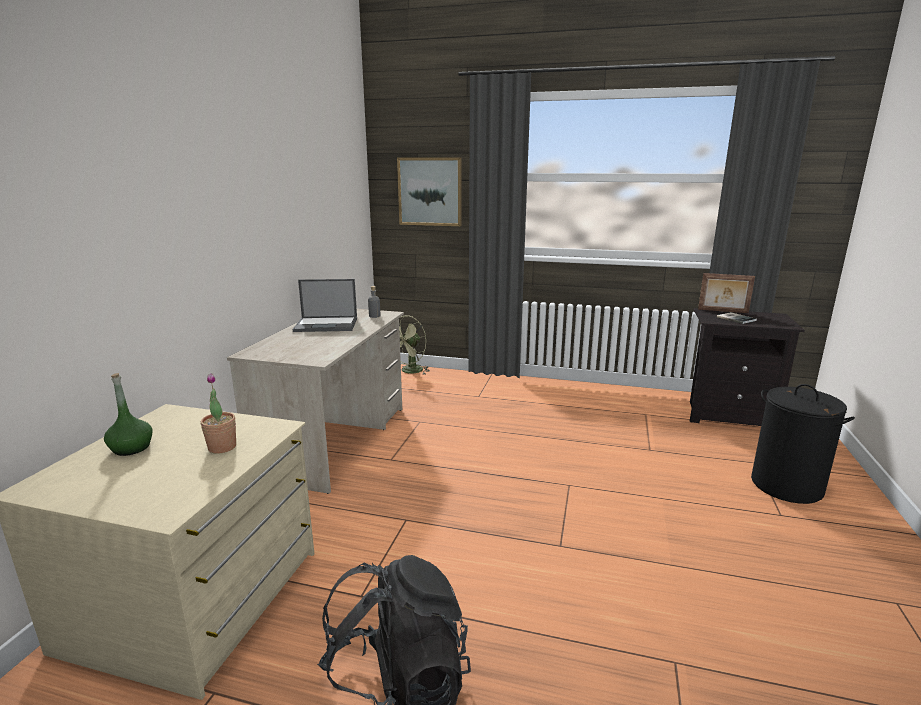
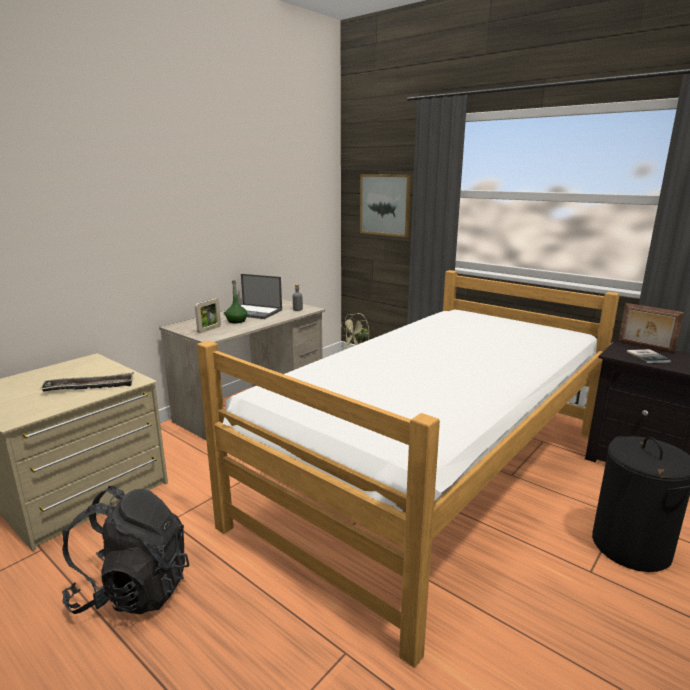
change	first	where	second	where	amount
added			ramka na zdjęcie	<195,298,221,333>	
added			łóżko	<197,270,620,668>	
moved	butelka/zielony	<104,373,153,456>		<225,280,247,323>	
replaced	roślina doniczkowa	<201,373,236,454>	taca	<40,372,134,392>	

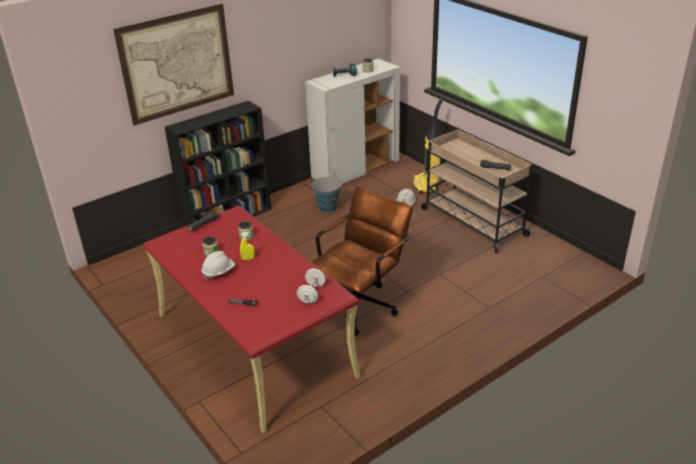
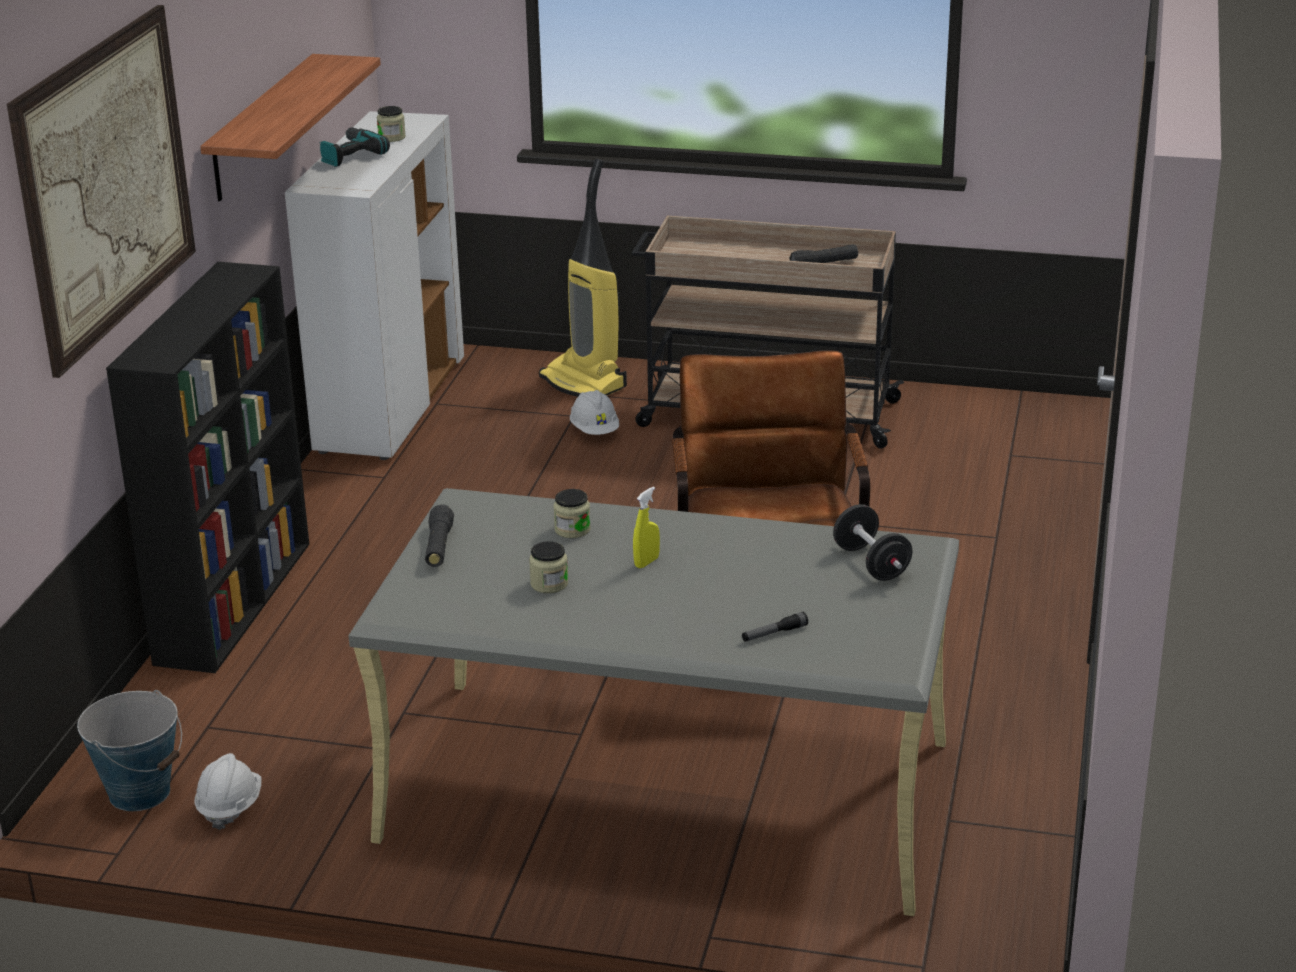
change	first	where	second	where	amount
added			półka	<200,54,381,201>	
moved	kask/biały	<202,251,235,279>		<194,753,261,830>	
moved	wiadro	<312,177,343,213>		<77,690,182,811>	
recoloured	biurko/czerwony	<143,206,360,433>	biurko/szary	<348,488,959,916>	
recoloured	hantel/biały	<297,269,326,303>	hantel/czarny	<833,504,912,581>	

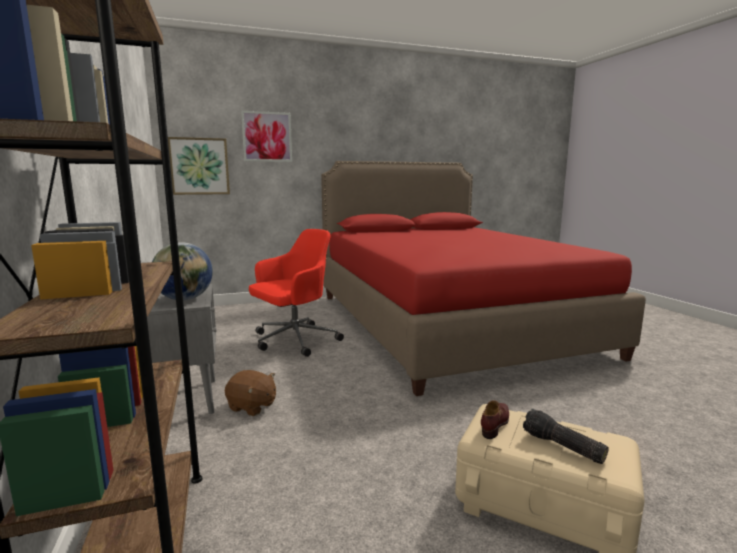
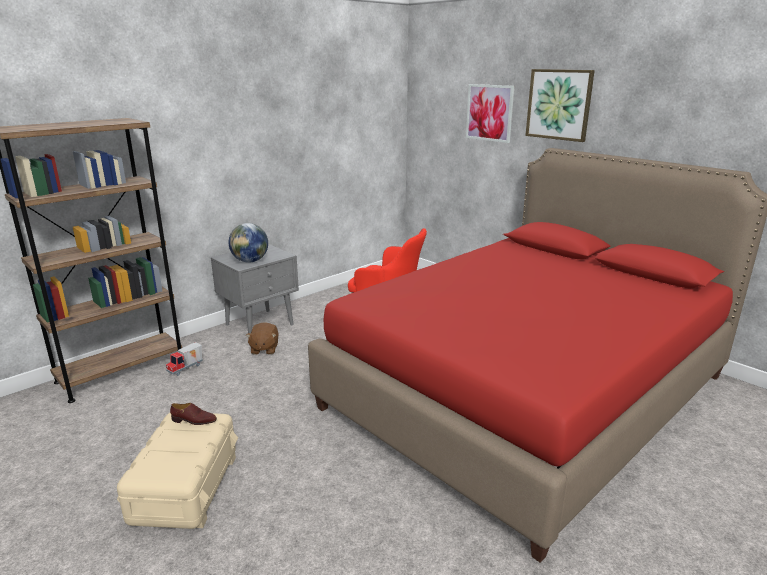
change	first	where	second	where	amount
removed	latarka	<523,408,609,464>			
added			ciężarówka zabawkowa	<166,342,203,376>	
moved	obraz	<168,137,230,195>		<525,69,595,142>	

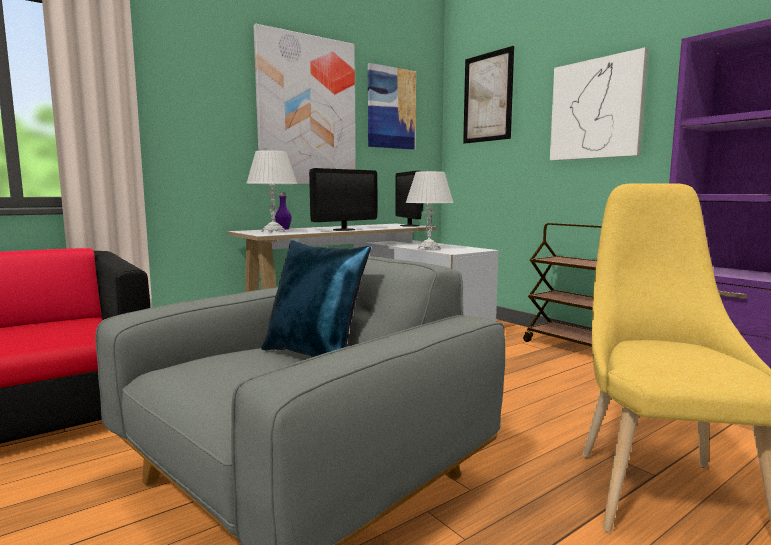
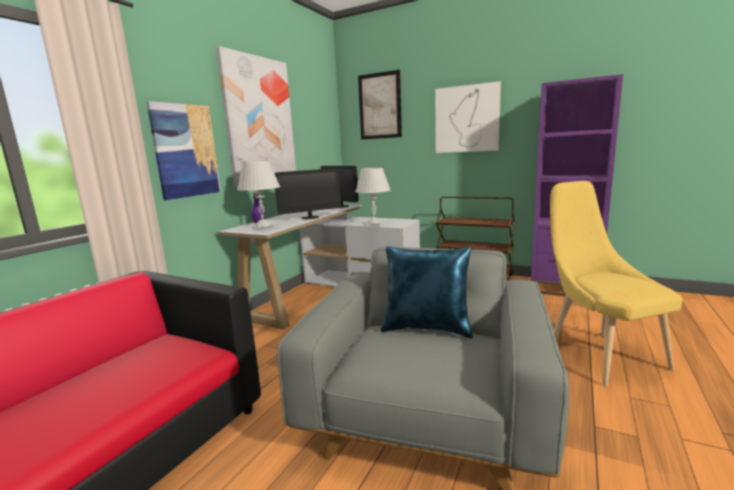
change	first	where	second	where	amount
moved	obraz	<368,63,416,150>		<146,101,221,200>	
turned	monitor	<309,168,377,231>		<274,168,341,219>	45 degrees clockwise

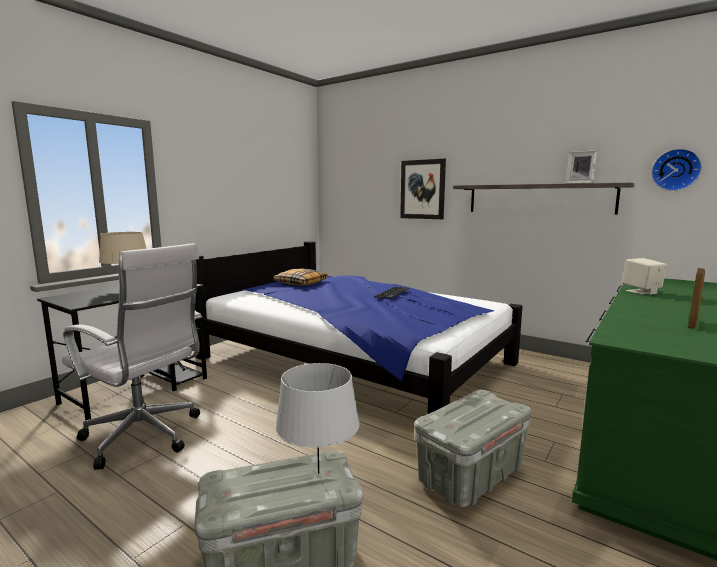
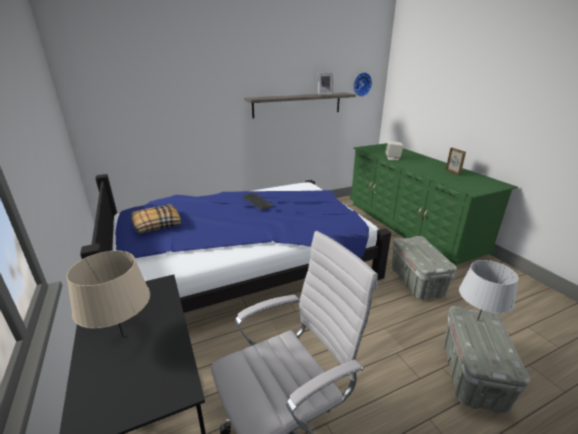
change	first	where	second	where	amount
removed	obraz	<400,159,446,219>			

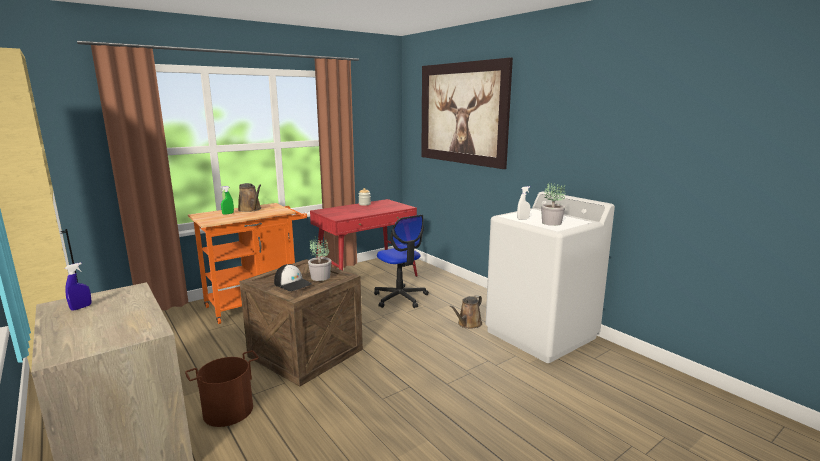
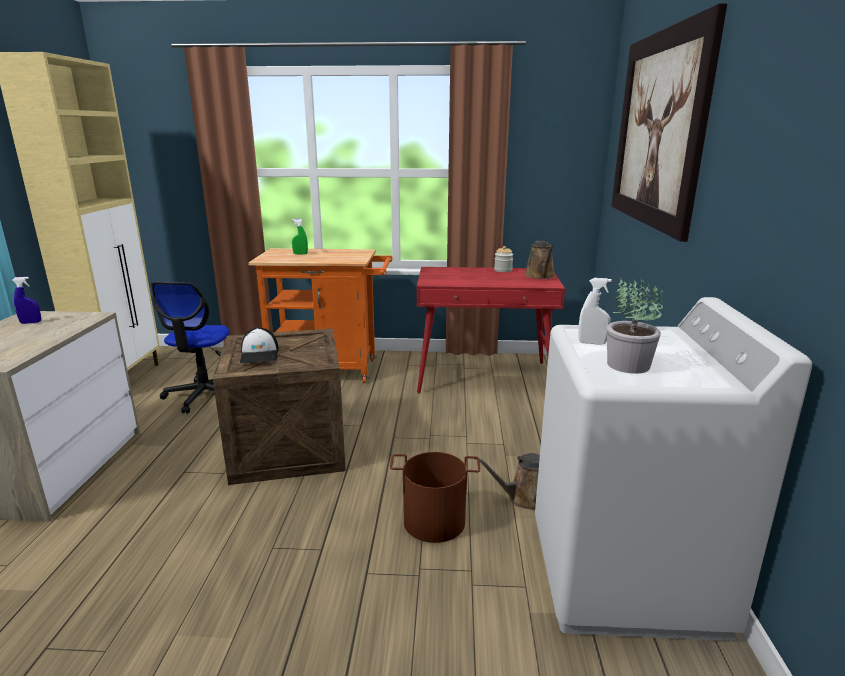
change	first	where	second	where	amount
removed	roślina doniczkowa	<308,236,331,281>			
moved	wiadro/brązowy	<185,350,259,427>		<390,452,480,543>	
moved	konewka/brązowy	<238,183,261,212>		<525,241,555,279>	
moved	krzesło biurowe	<374,215,429,308>		<151,282,230,414>	

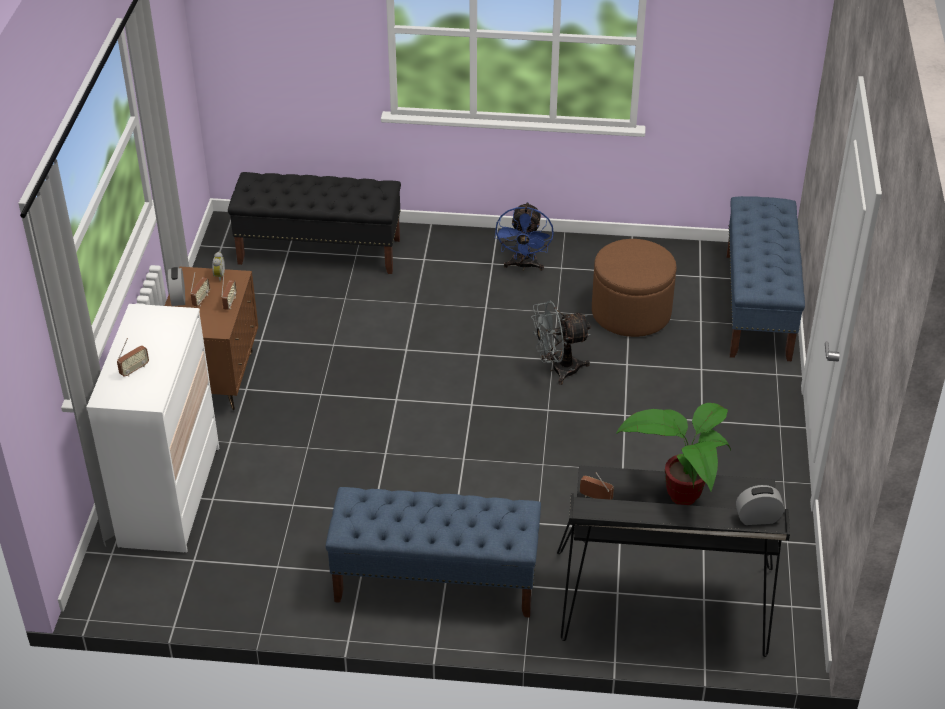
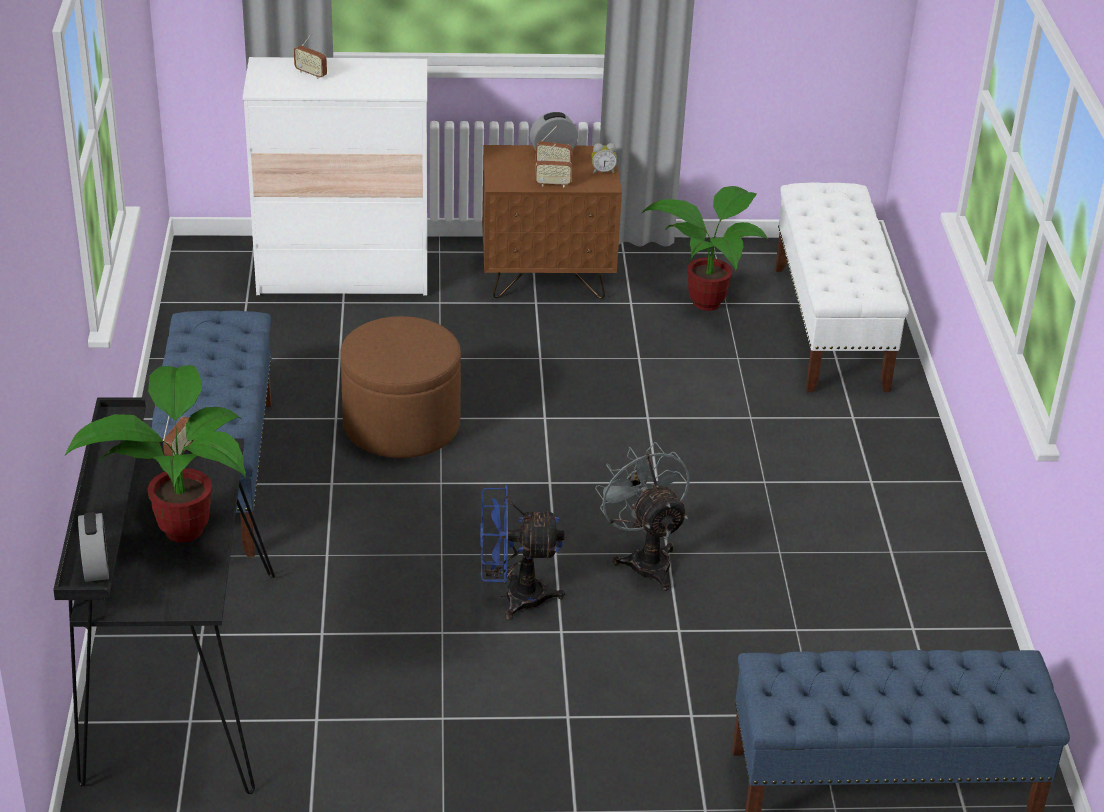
change	first	where	second	where	amount
added			roślina doniczkowa	<642,186,769,311>	
moved	wentylator/niebieski	<495,202,554,271>		<480,485,565,620>	
moved	pufa/brązowy	<592,239,677,337>		<341,316,461,458>	
recoloured	ławka/czarny	<228,172,401,274>	ławka/biały	<775,182,909,392>	

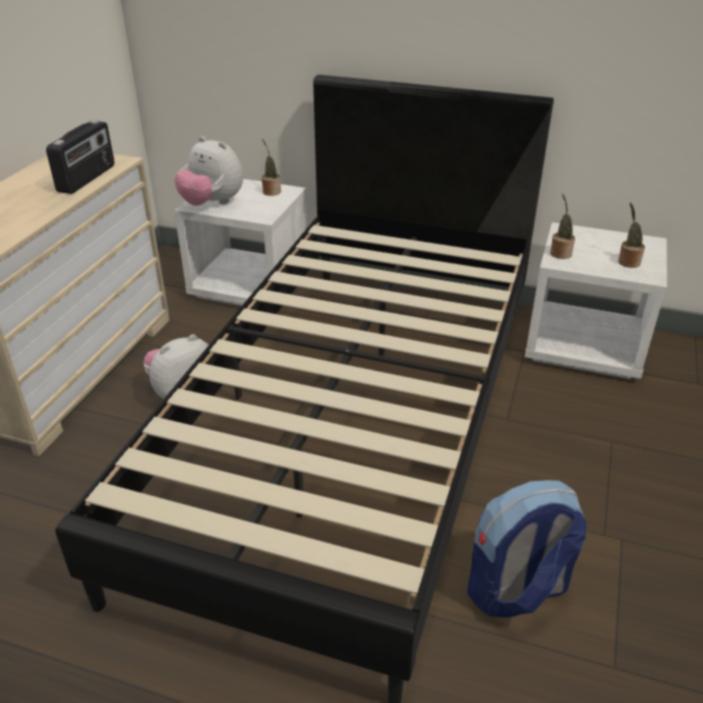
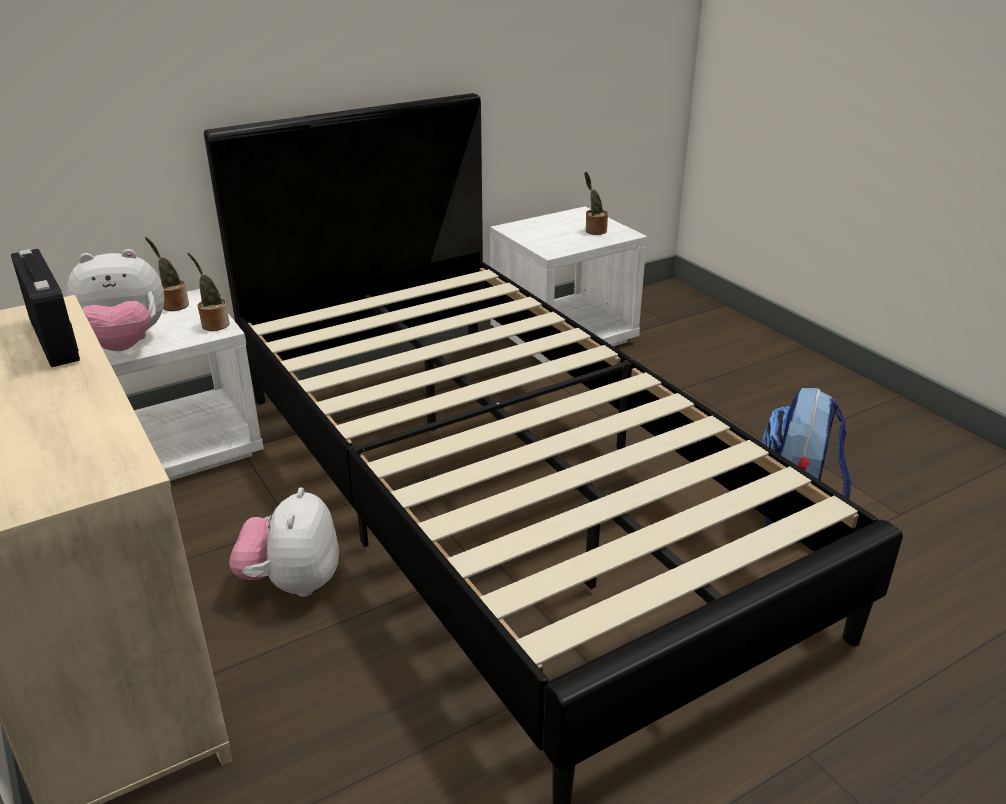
change	first	where	second	where	amount
moved	roślina doniczkowa	<550,193,575,259>		<187,253,230,331>	

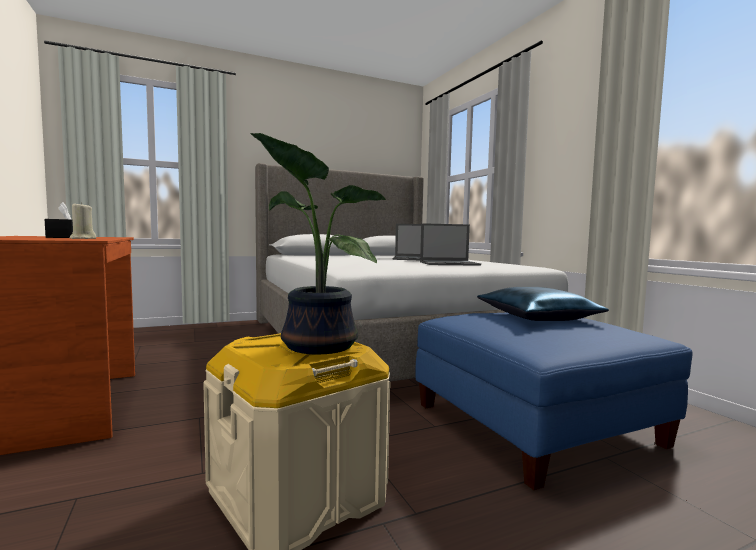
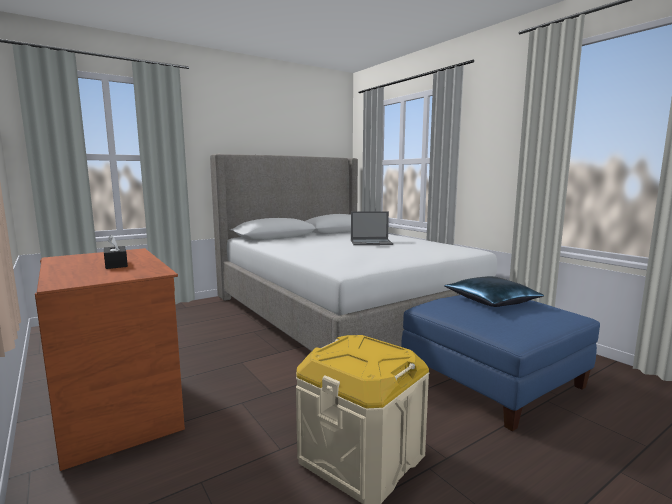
change	first	where	second	where	amount
removed	świeca/beżowy	<69,202,96,239>			
removed	roślina doniczkowa	<250,133,386,355>			
removed	laptop	<420,223,481,266>			

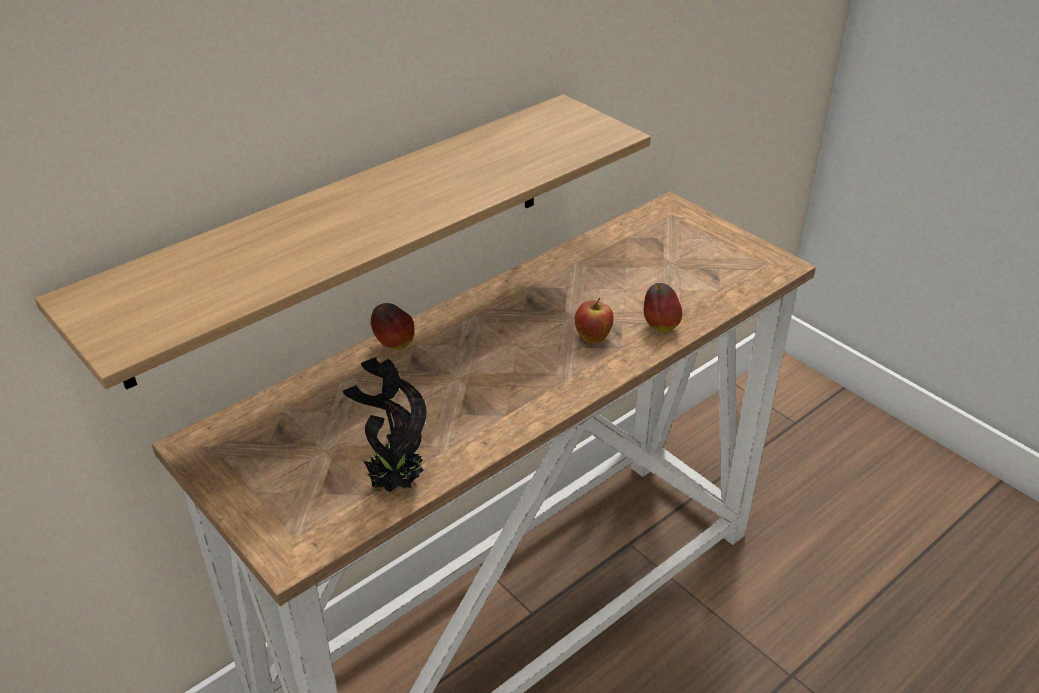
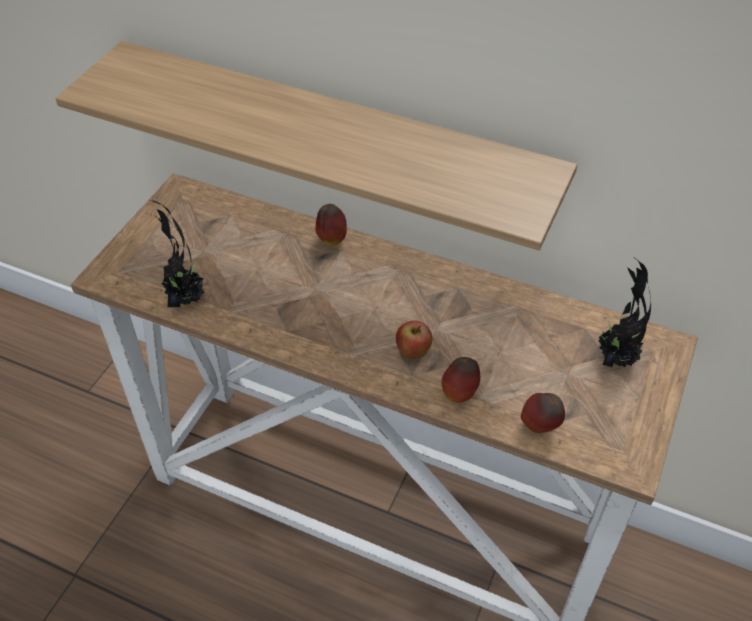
change	first	where	second	where	amount
added			jabłko	<521,393,565,433>	
added			roślina doniczkowa	<595,257,651,367>	

